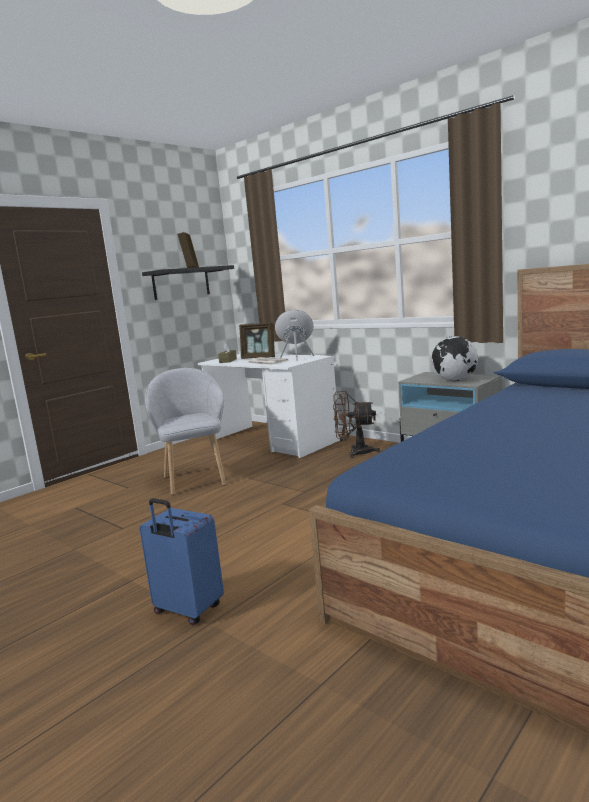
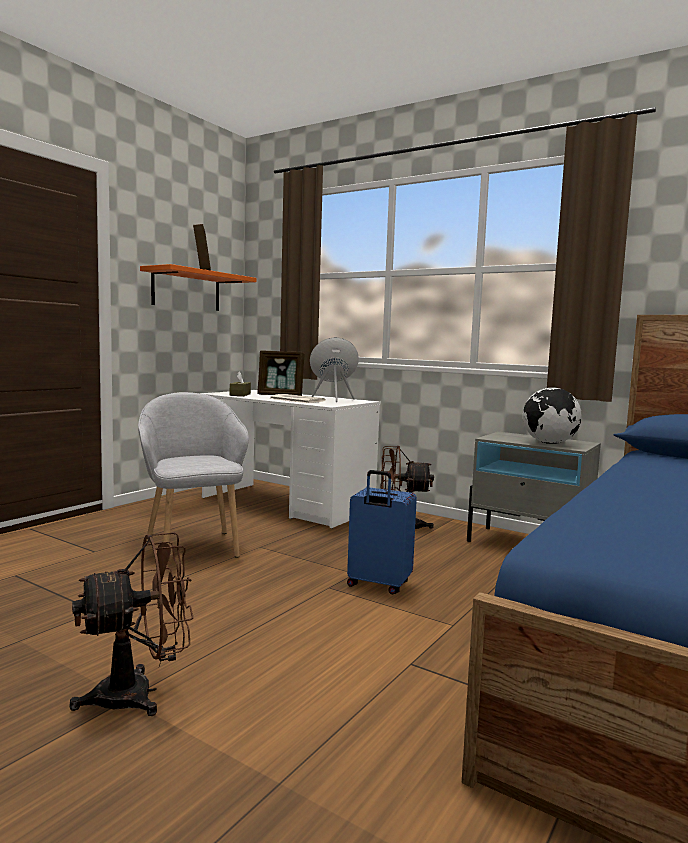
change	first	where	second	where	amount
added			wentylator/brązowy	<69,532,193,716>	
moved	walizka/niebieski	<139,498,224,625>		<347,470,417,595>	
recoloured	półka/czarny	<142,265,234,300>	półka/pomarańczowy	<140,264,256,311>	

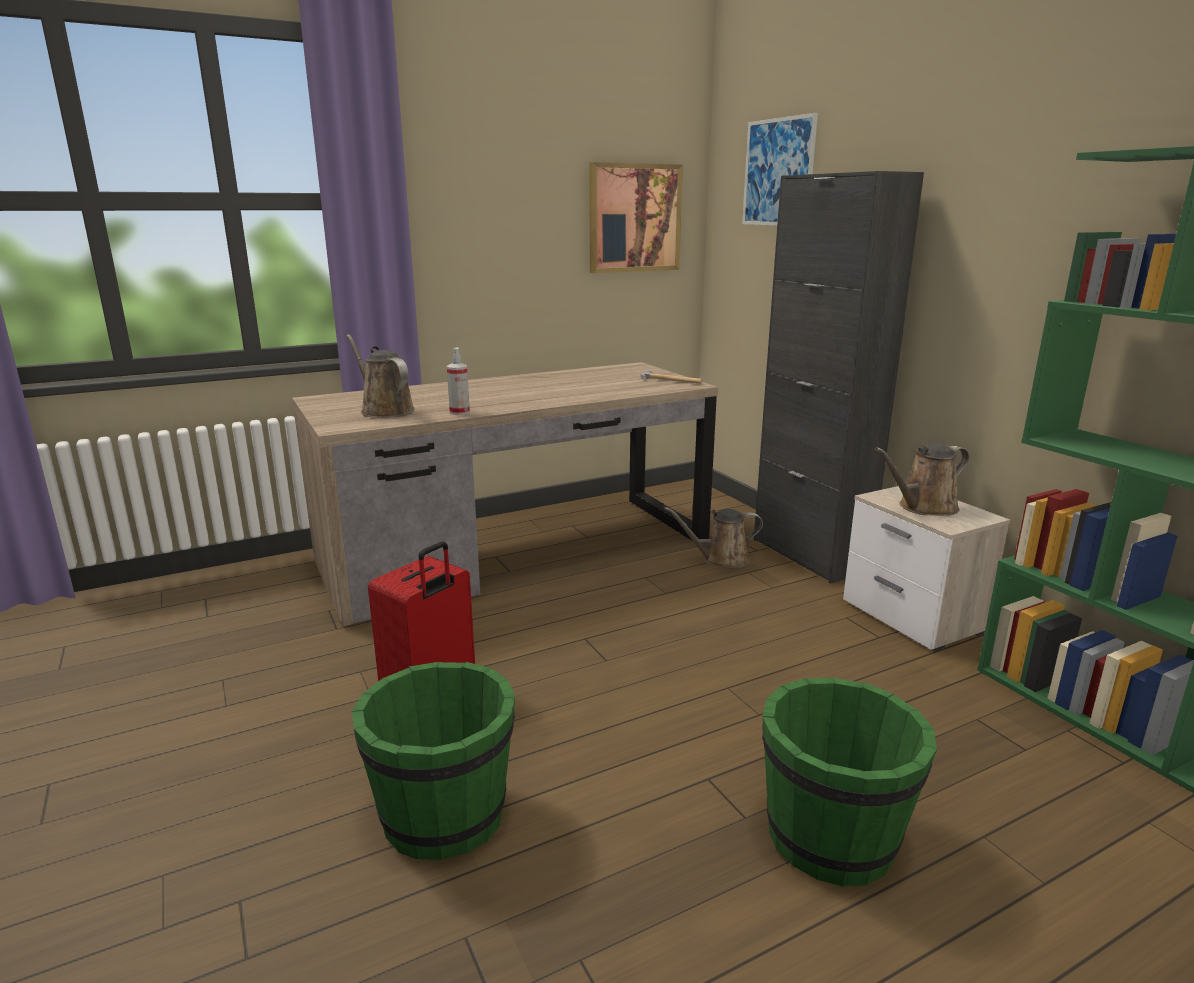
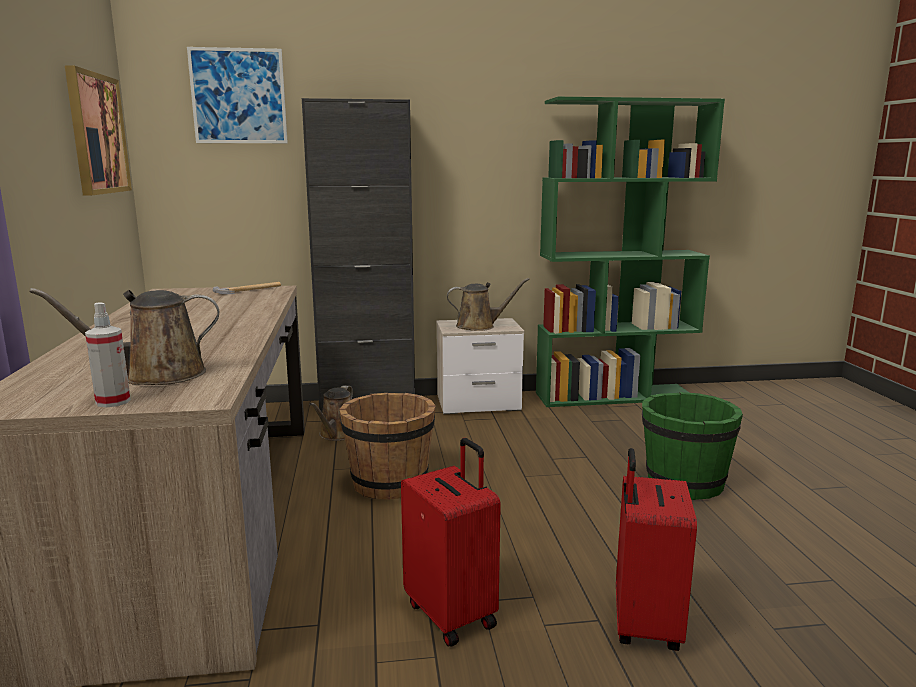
change	first	where	second	where	amount
added			wiadro/brązowy	<339,393,436,500>	
moved	spryskiwacz	<447,347,470,415>		<85,303,131,407>	
replaced	wiadro/zielony	<352,662,515,860>	walizka/czerwony	<616,448,697,651>	
turned	konewka/brązowy	<875,444,969,516>		<447,278,530,331>	90 degrees counterclockwise

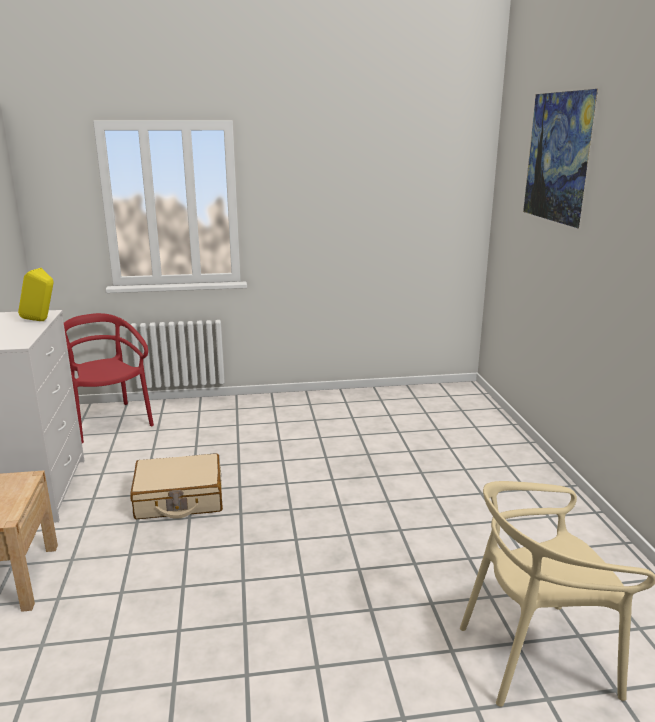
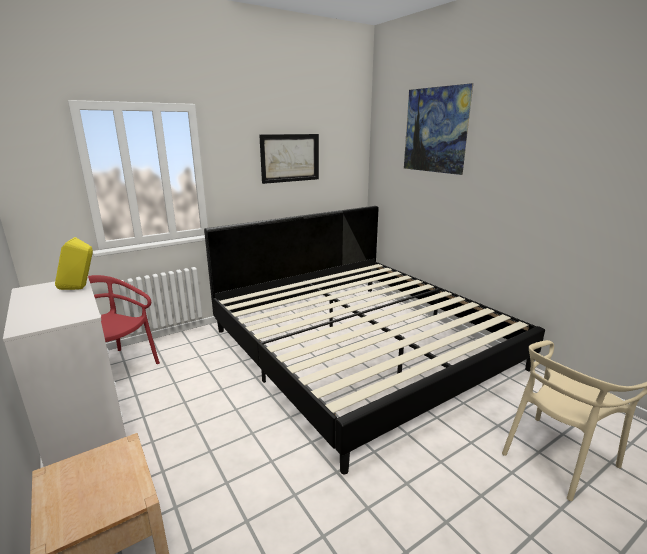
change	first	where	second	where	amount
removed	walizka/beżowy	<130,453,223,519>			
added			łóżko	<204,206,545,474>	
added			obraz	<259,134,319,184>	

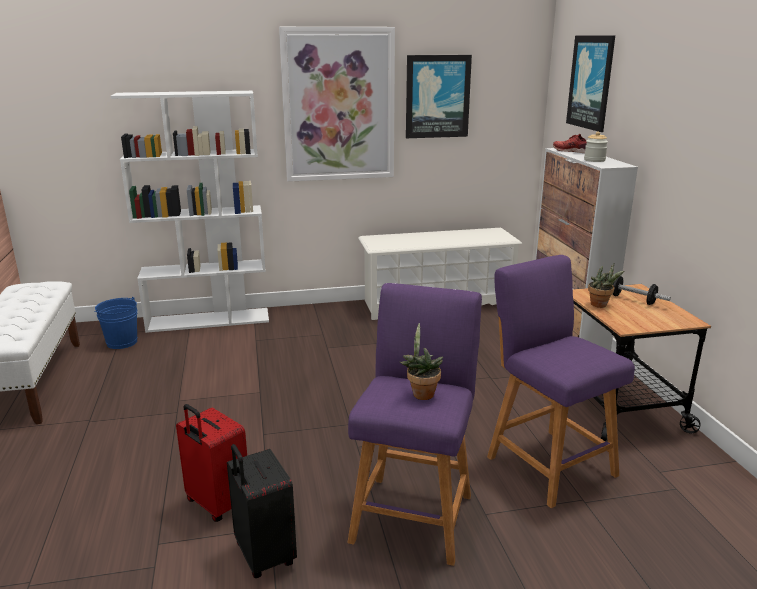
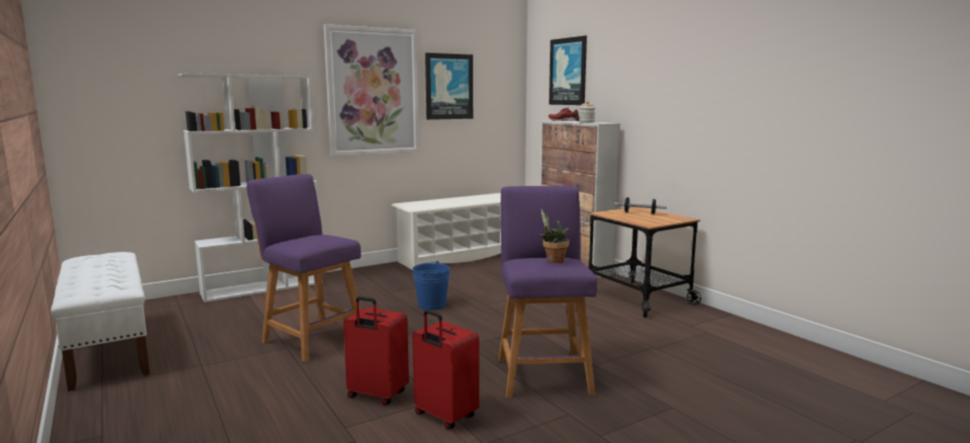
change	first	where	second	where	amount
removed	roślina doniczkowa	<588,264,624,308>			
moved	wiadro/niebieski	<94,297,137,349>		<412,261,450,310>	
moved	stołek/fioletowy	<487,255,635,508>		<246,174,361,362>	
recoloured	walizka/czarny	<227,444,297,578>	walizka/czerwony	<412,310,479,430>	

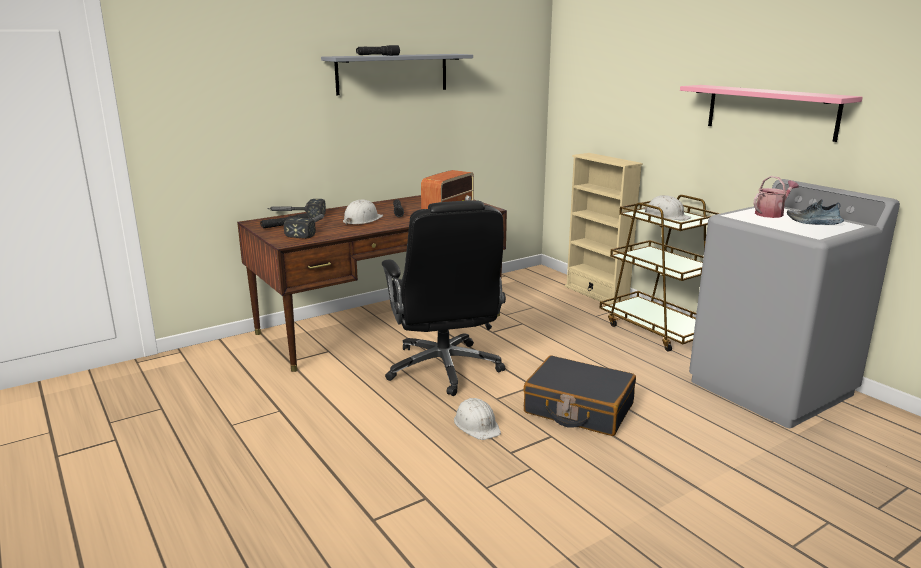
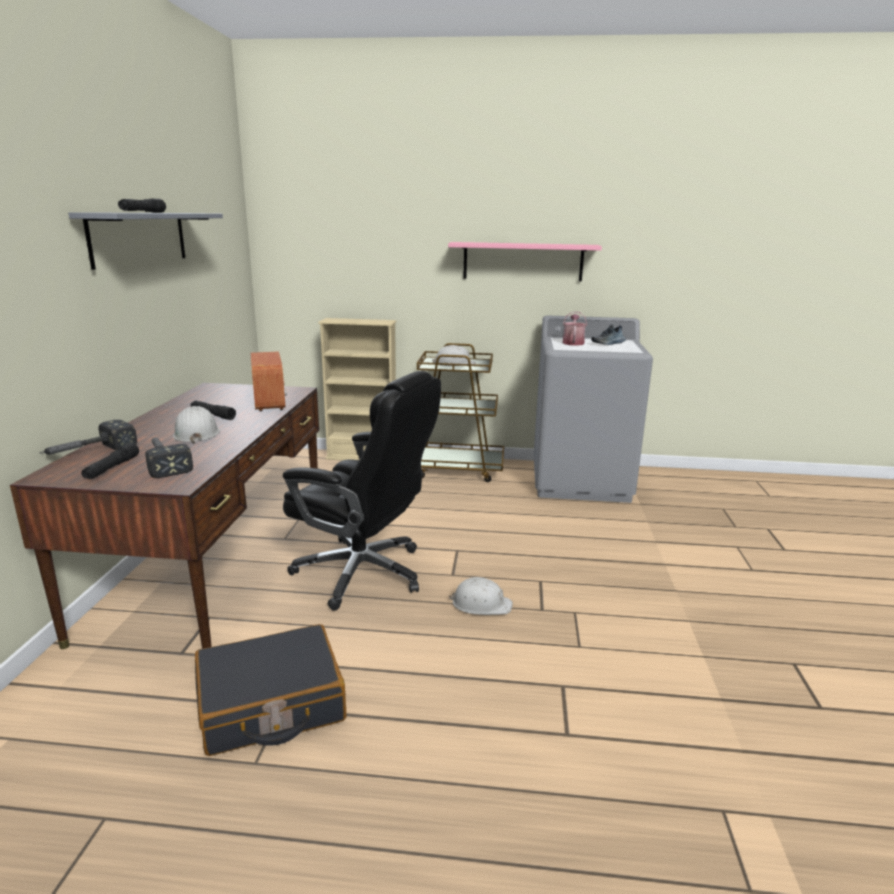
change	first	where	second	where	amount
moved	walizka/czarny	<523,355,636,436>		<195,624,346,756>	

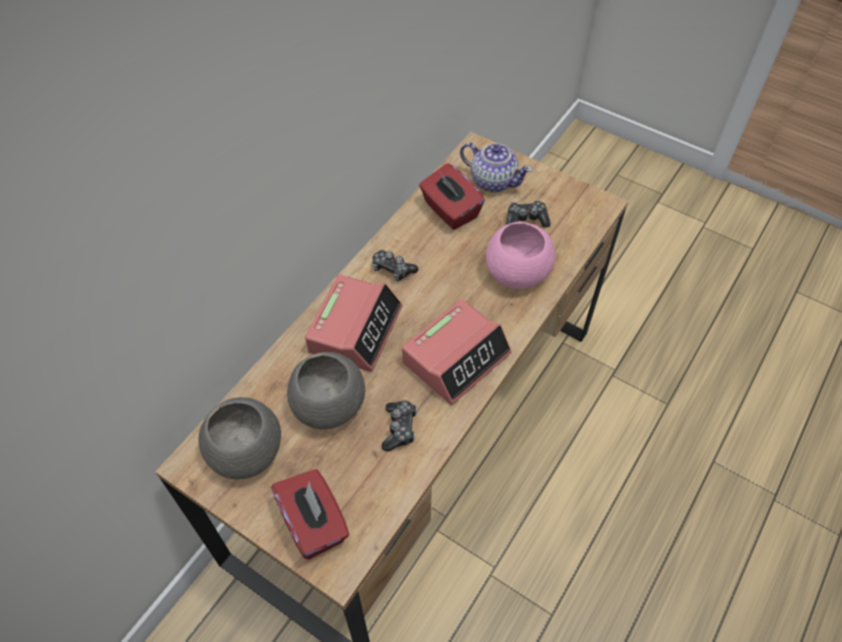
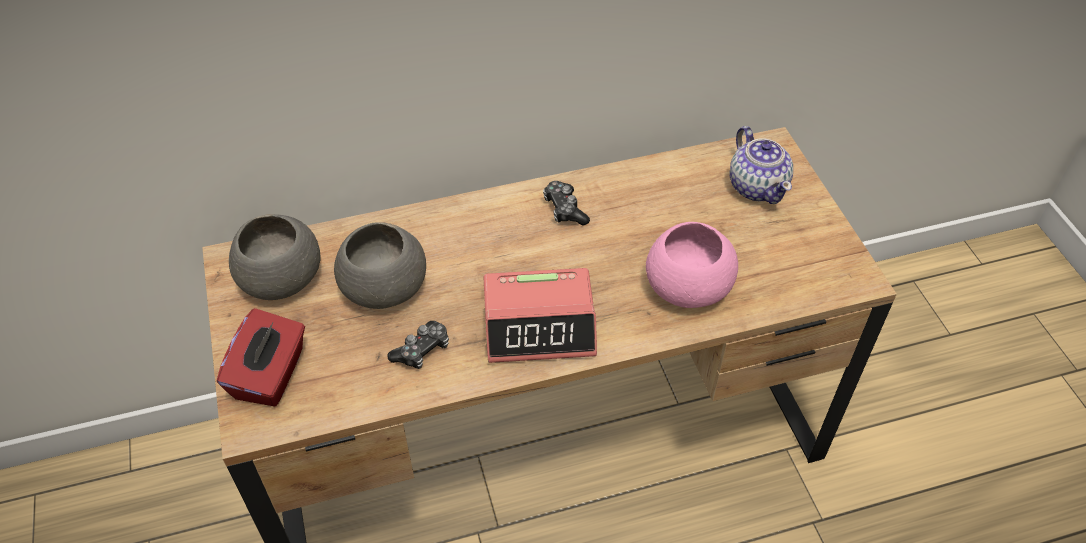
change	first	where	second	where	amount
removed	budzik	<305,274,403,372>			
removed	pudełko chusteczek/czerwony	<419,163,485,230>			
removed	pad do gier	<506,200,551,227>			

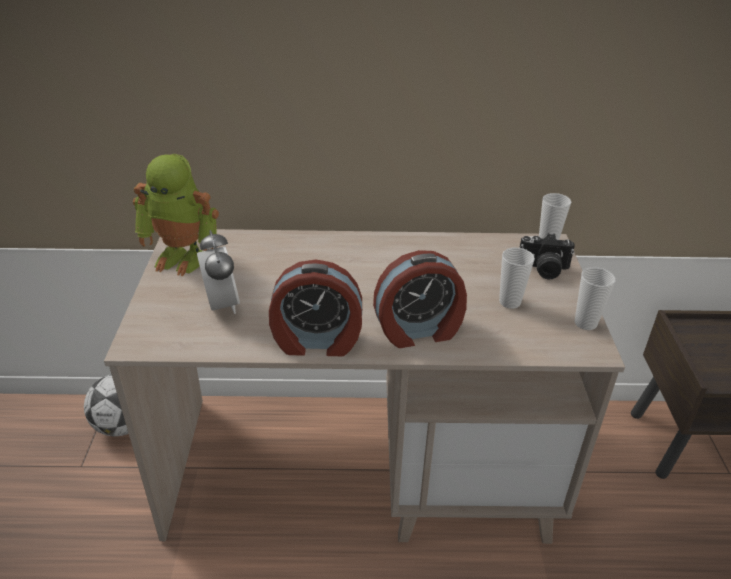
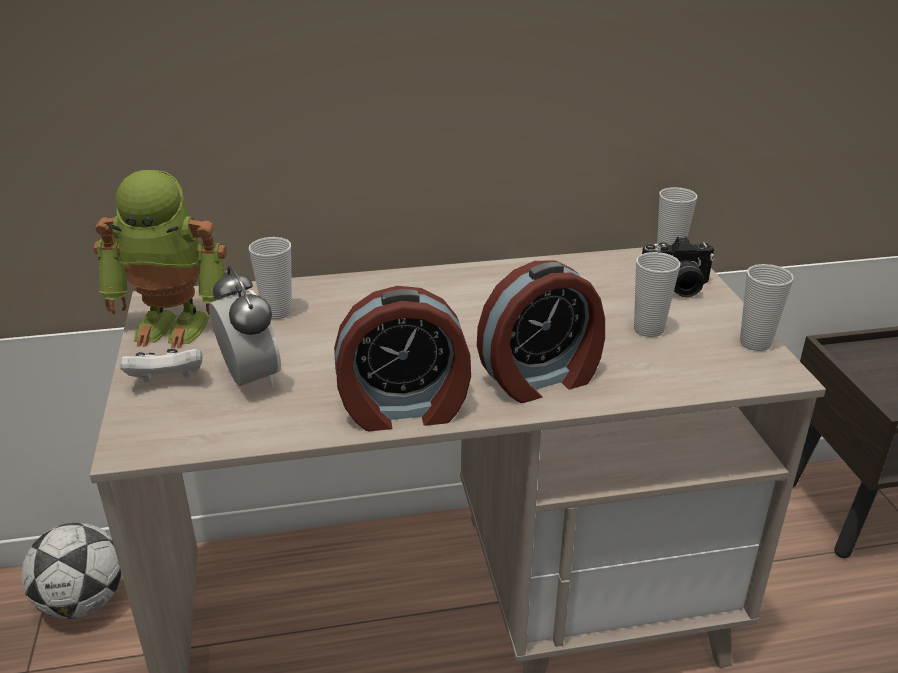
change	first	where	second	where	amount
added			pad do gier/biały	<119,349,203,382>	
added			filiżanka	<249,237,292,319>	

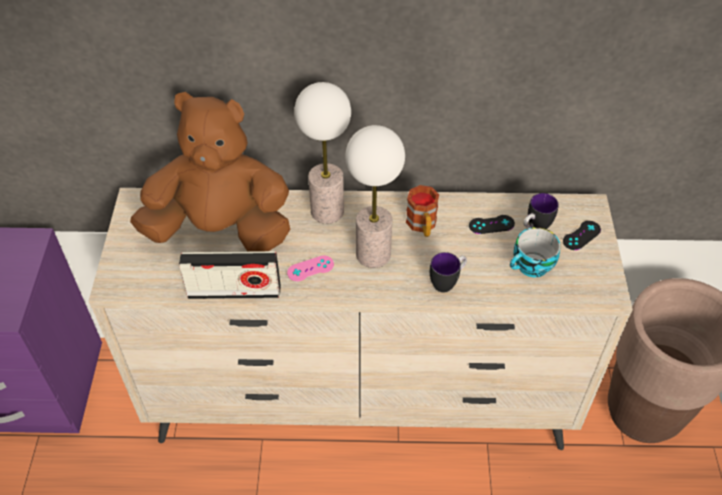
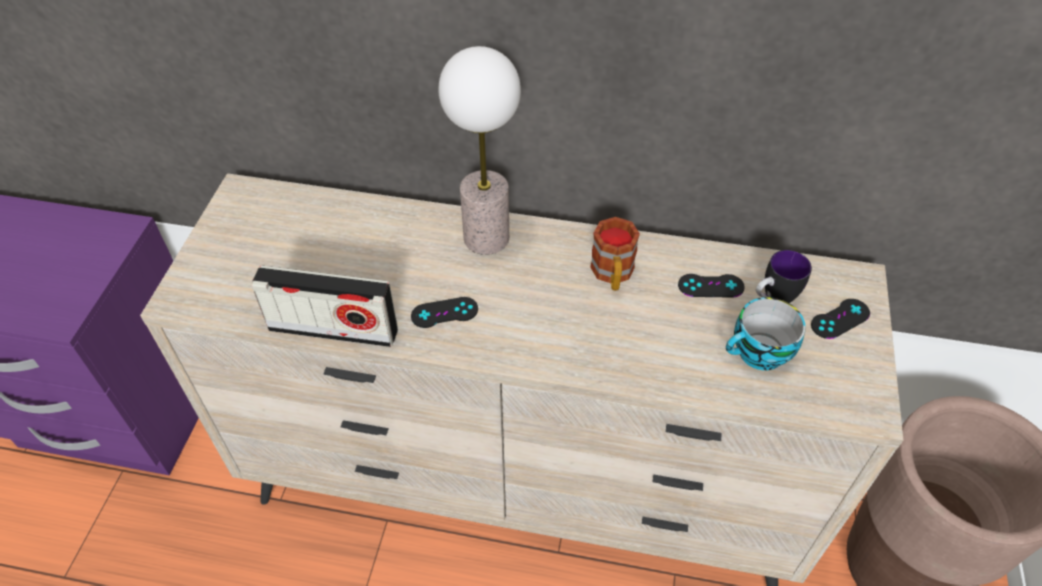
change	first	where	second	where	amount
removed	pluszak/brązowy	<130,92,290,252>			
removed	lampa stołowa	<345,125,405,268>			
removed	kubek	<430,252,467,293>			
recoloured	pad do gier/różowy	<287,256,334,281>	pad do gier/czarny	<411,297,478,328>	

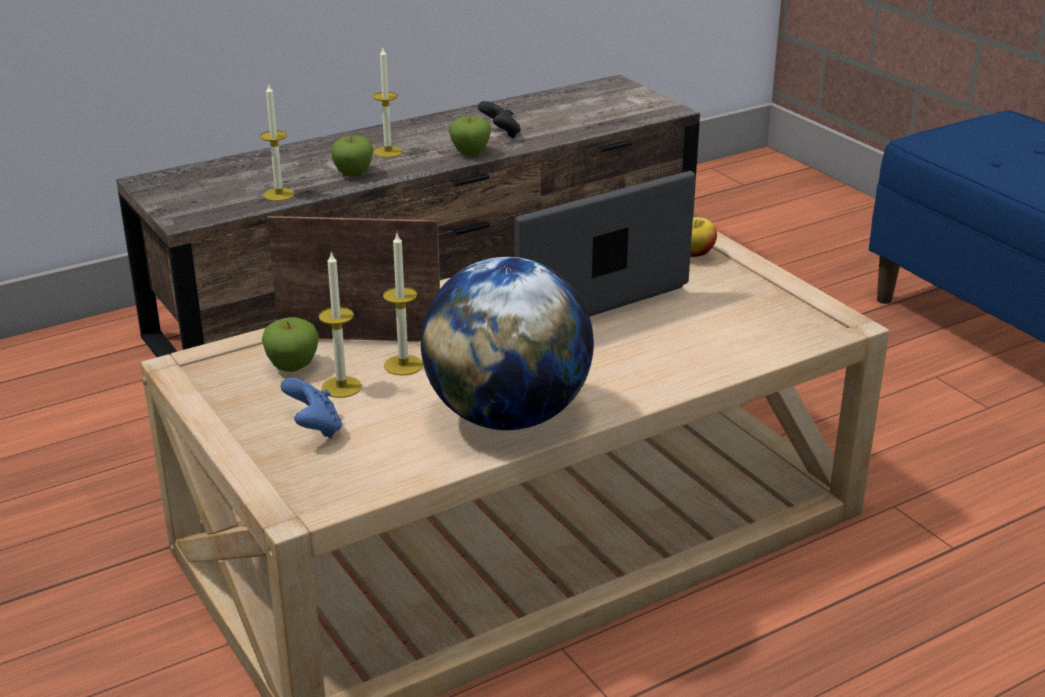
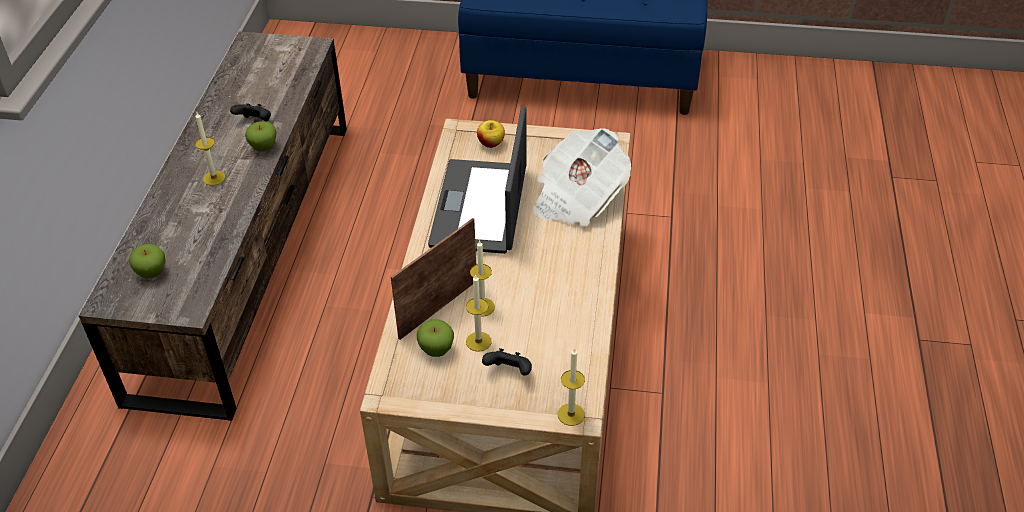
change	first	where	second	where	amount
removed	globus	<421,257,594,430>			
added			gazeta	<533,128,631,226>	
moved	świeca	<260,85,295,201>		<558,347,585,426>	
moved	jabłko	<330,135,373,177>		<129,244,166,279>	
recoloured	pad do gier/niebieski	<281,378,342,438>	pad do gier/czarny	<482,348,532,376>	

